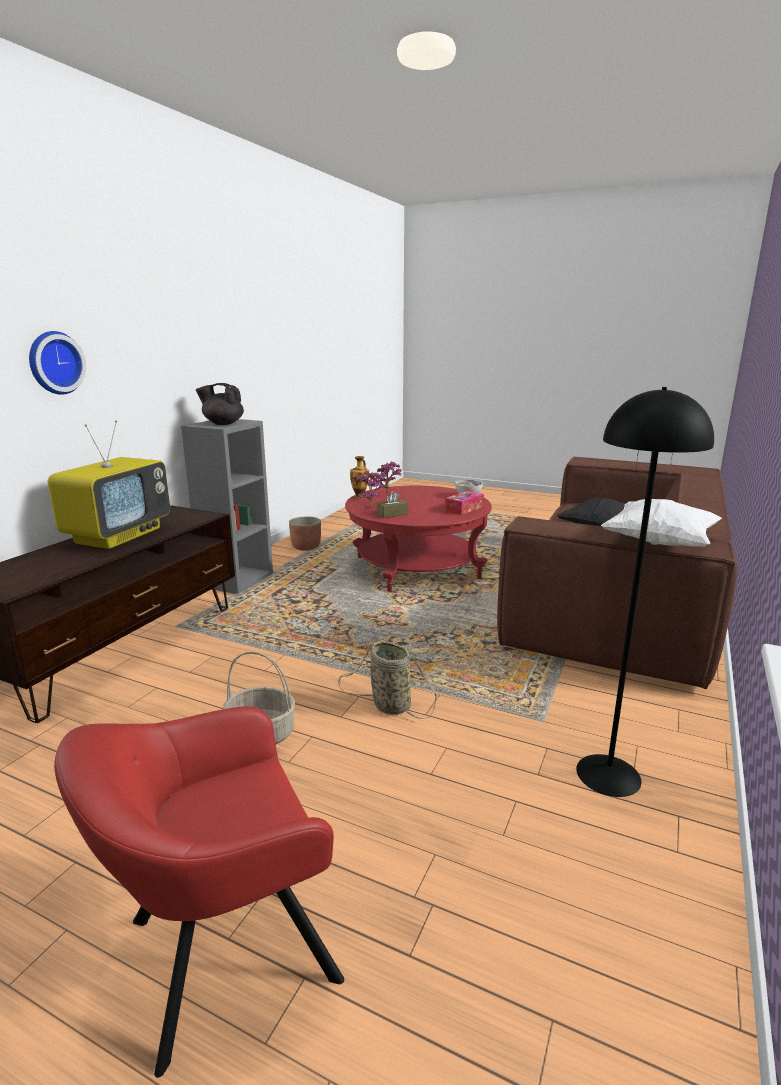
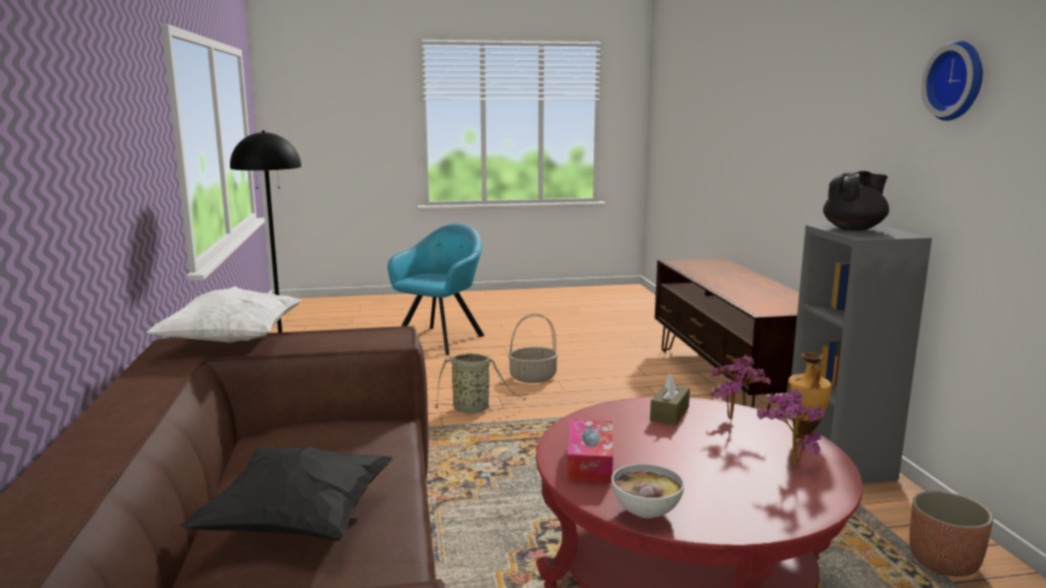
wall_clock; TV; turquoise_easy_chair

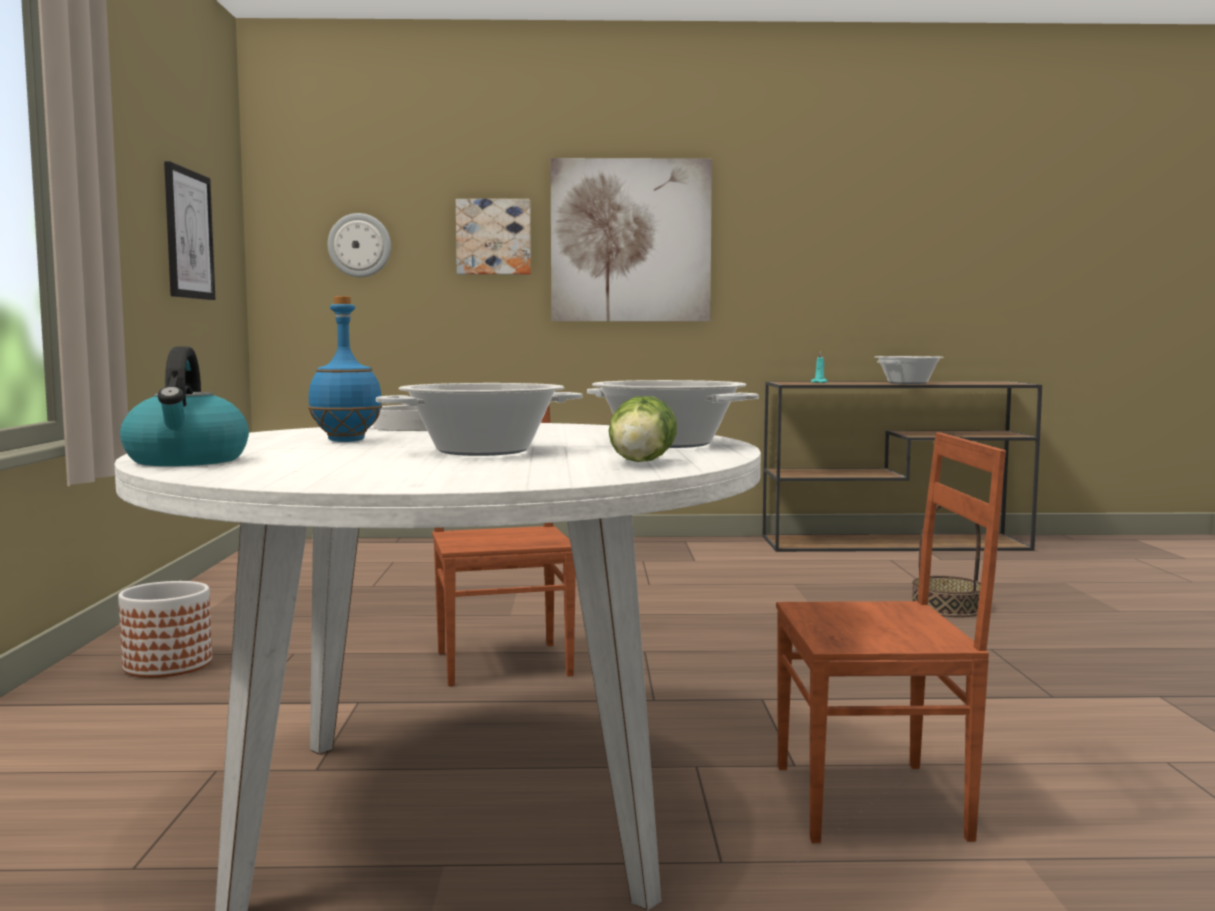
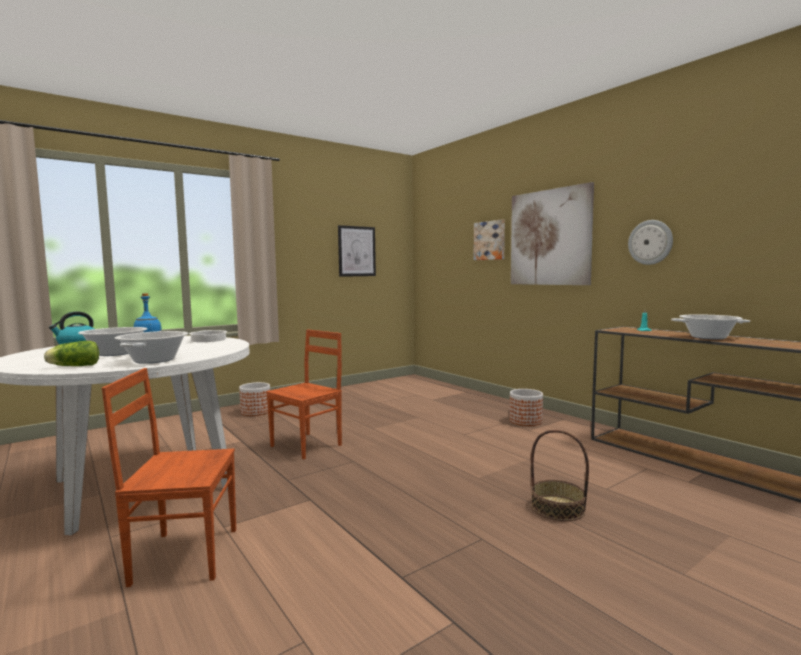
wall_clock; brown-coloured_chair (no. 1 from left); planter (no. 2 from left)

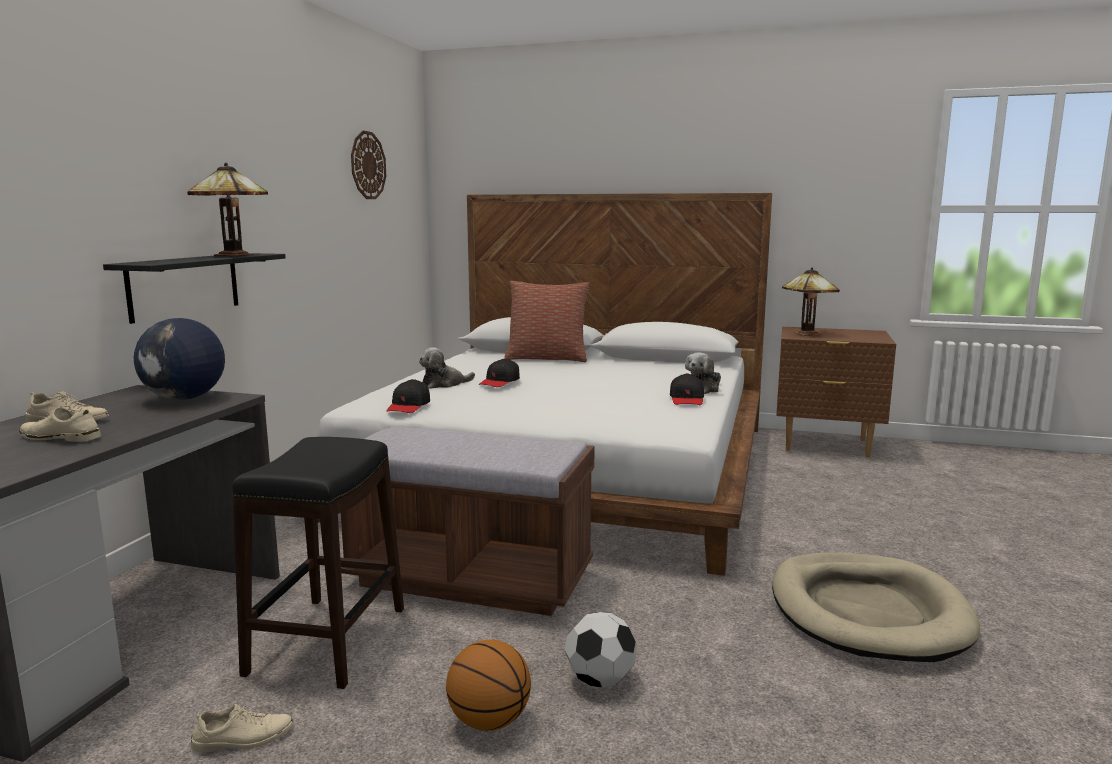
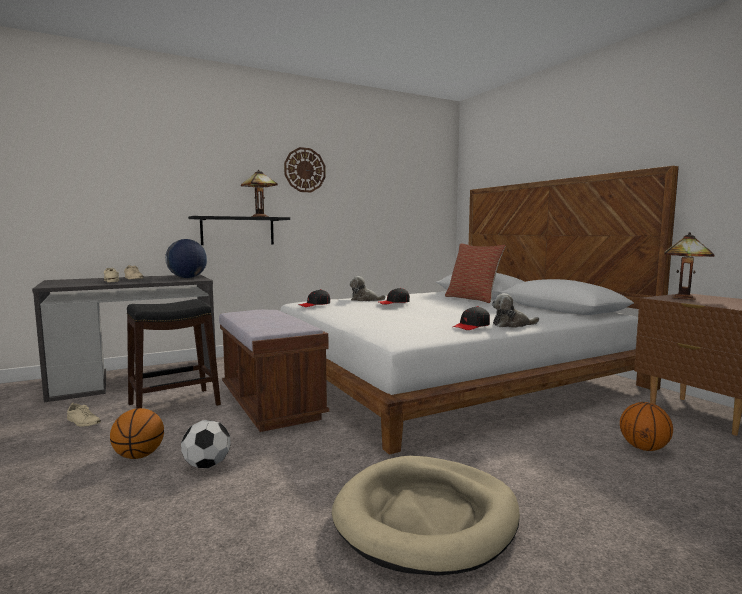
wall_clock; ball_for_basketball (no. 2 from left)

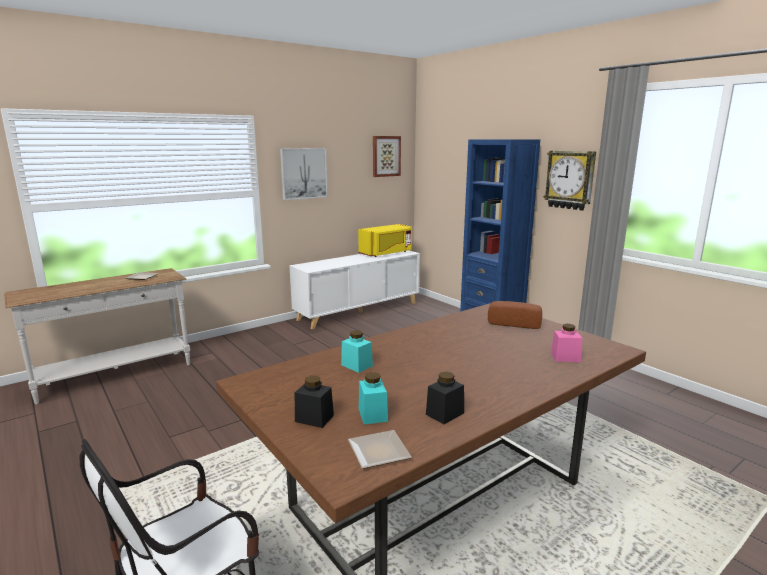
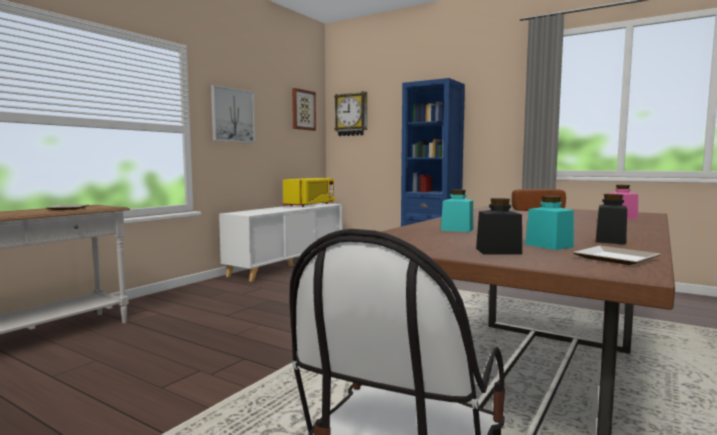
wall_clock

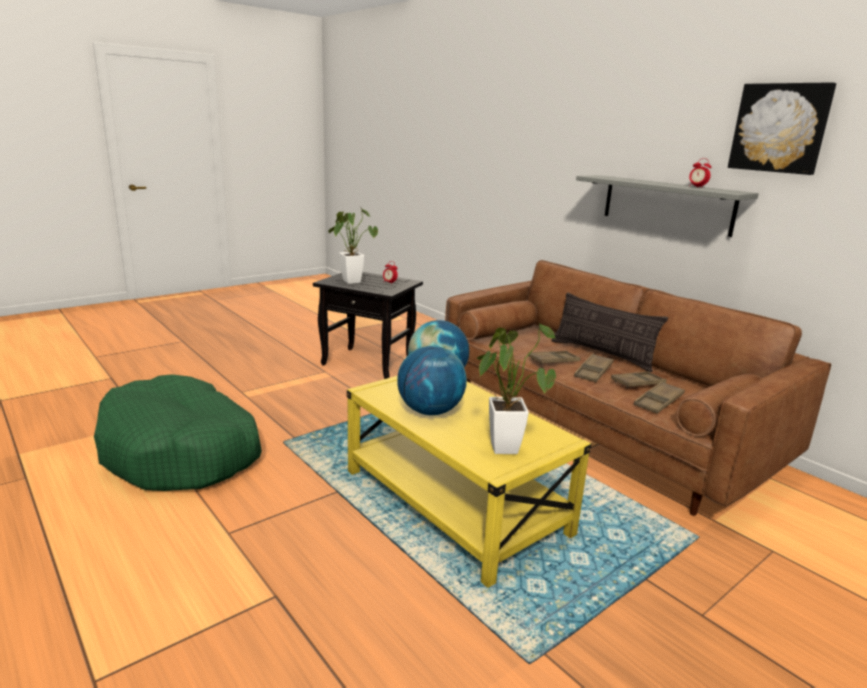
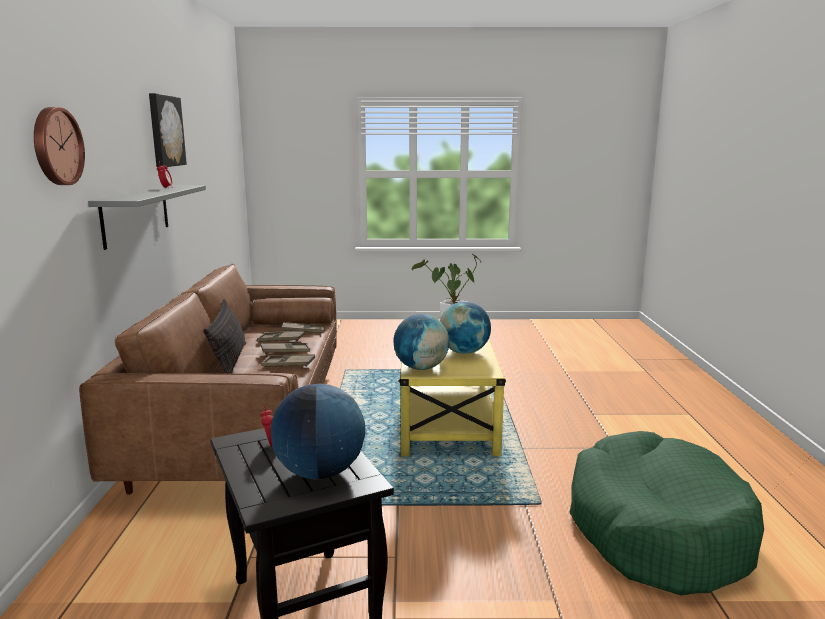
world_globe (no. 1 from left); wall_clock

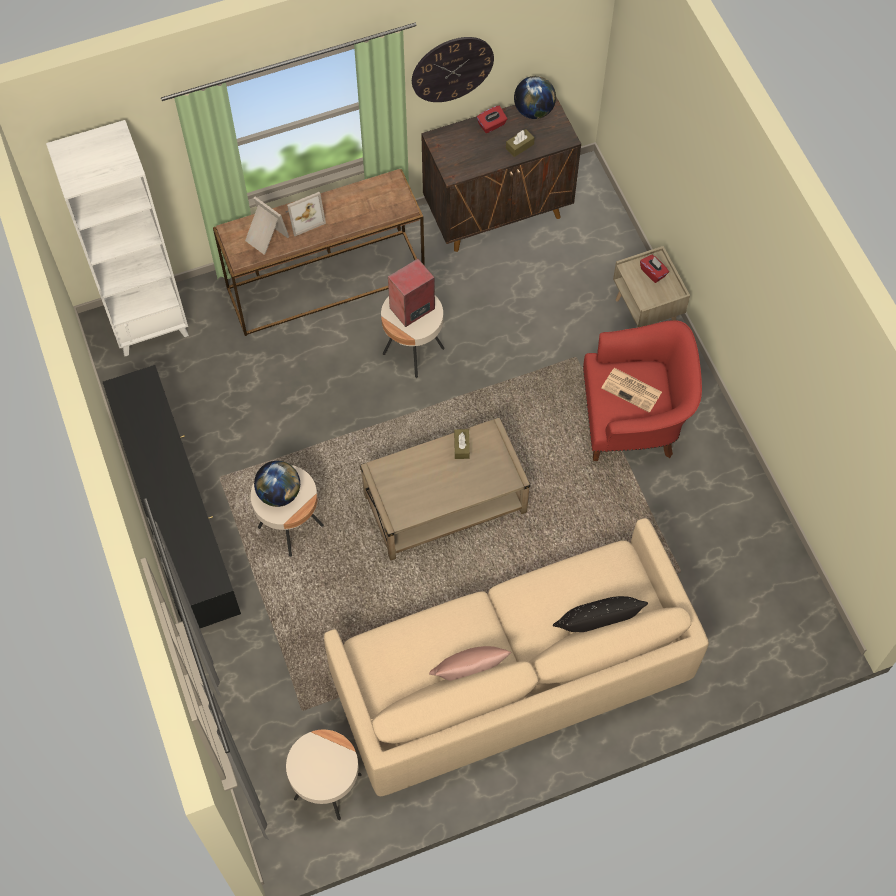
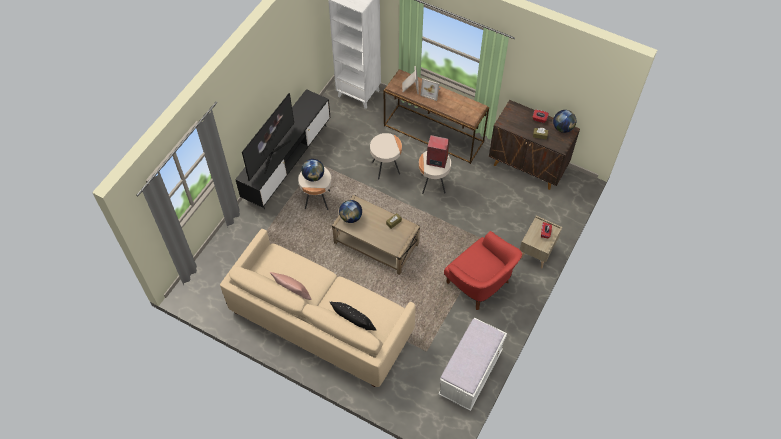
wall_clock; printed_paper; beige_side_table (no. 2 from left); TV; world_globe (no. 2 from left); white_indoor_bench

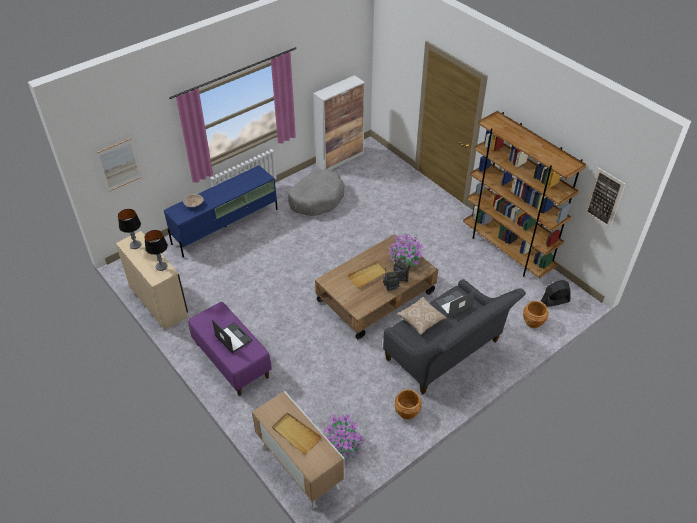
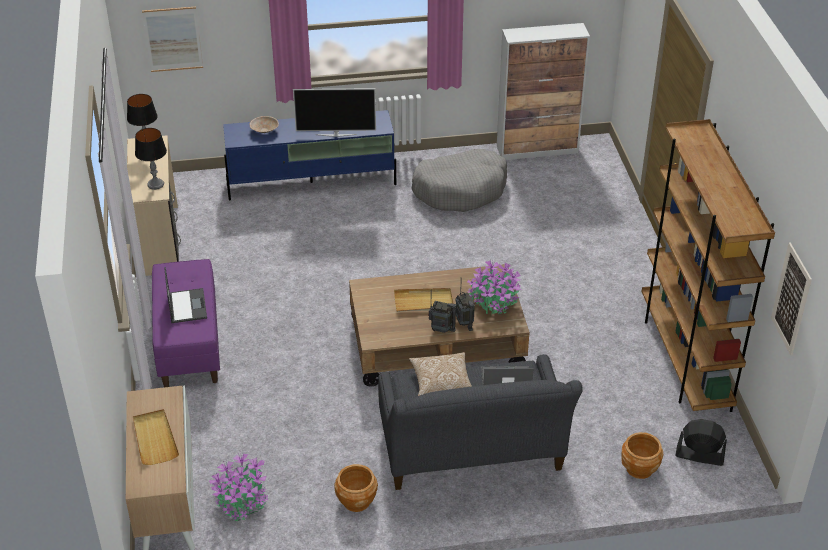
TV

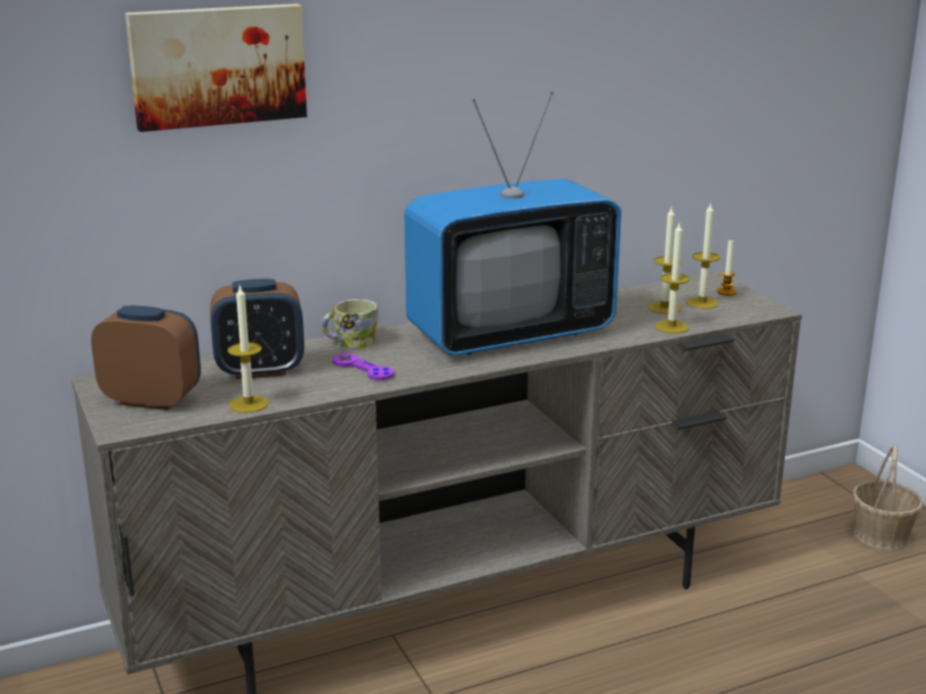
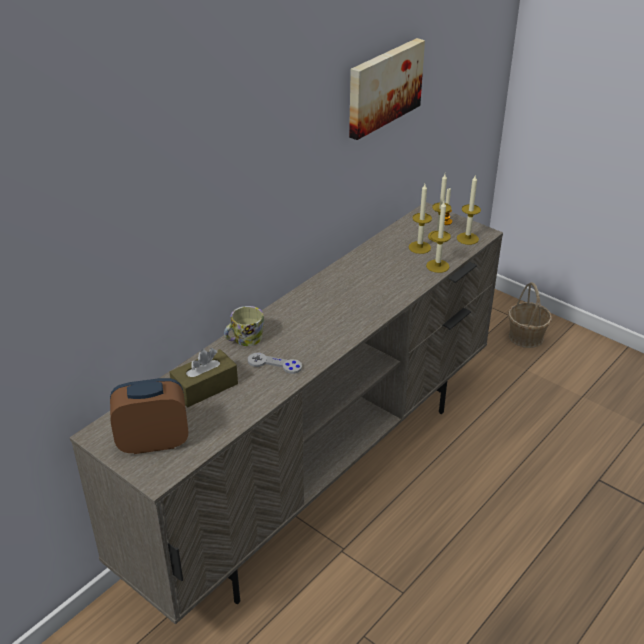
wall_art; TV; brown-coloured_tissue_holder; wax_candle (no. 5 from left); gray_joypad

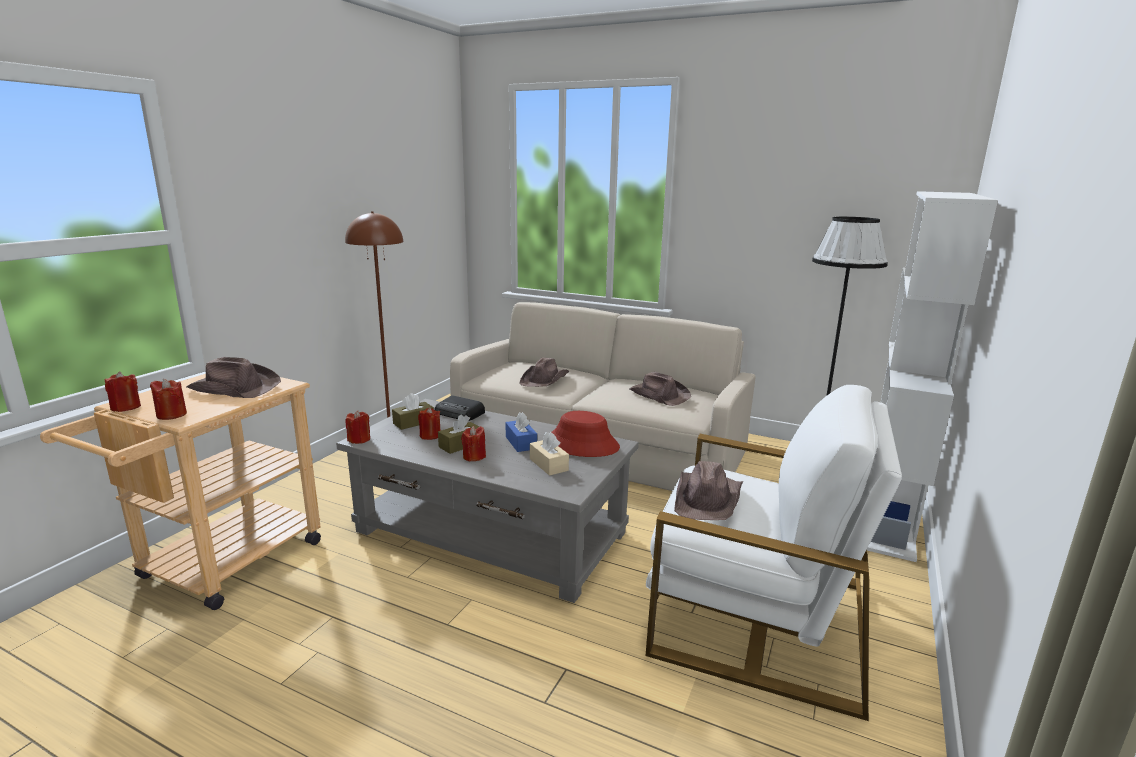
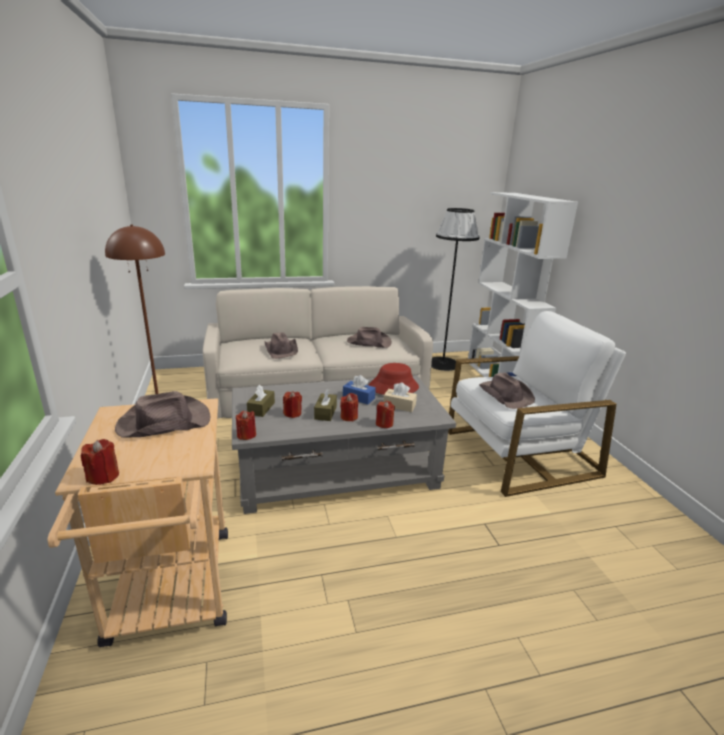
red_wax_candle (no. 5 from left); radio

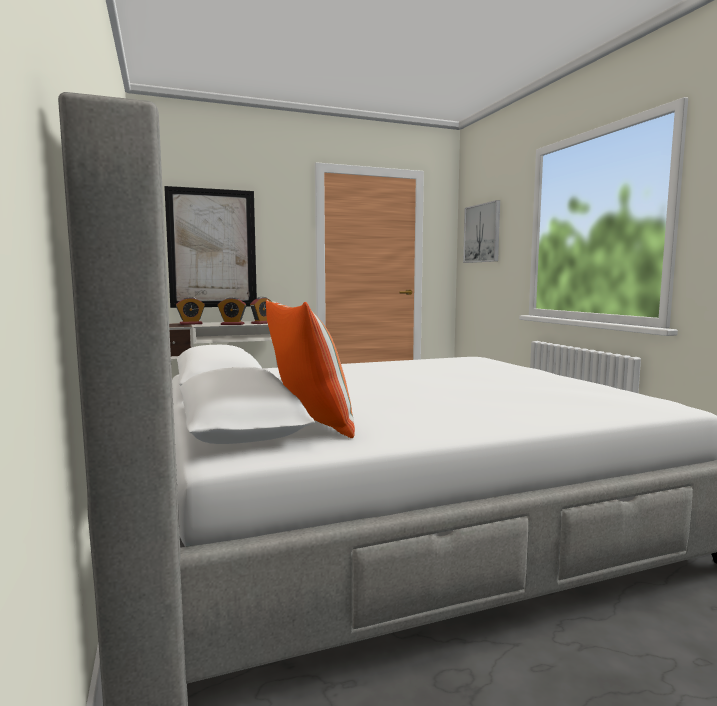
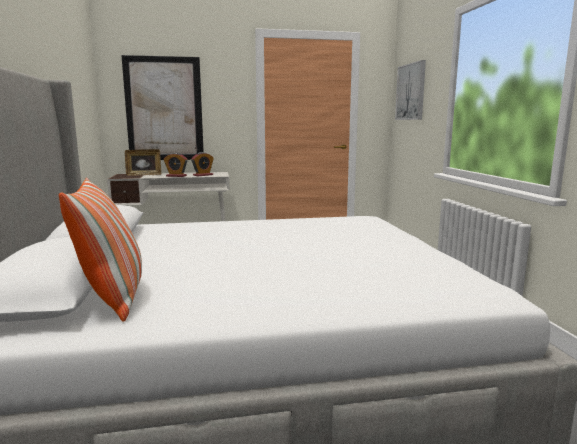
photo_frame

